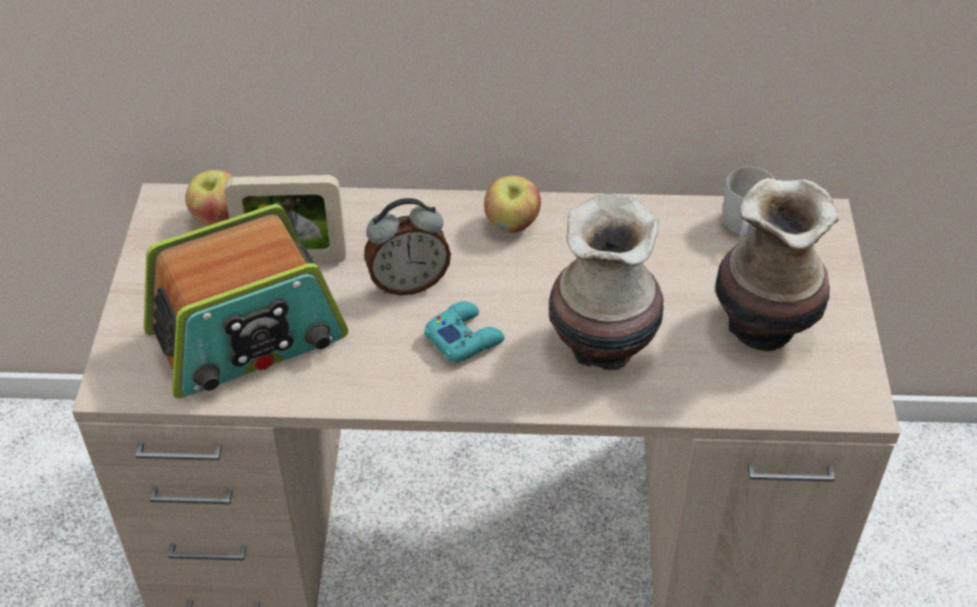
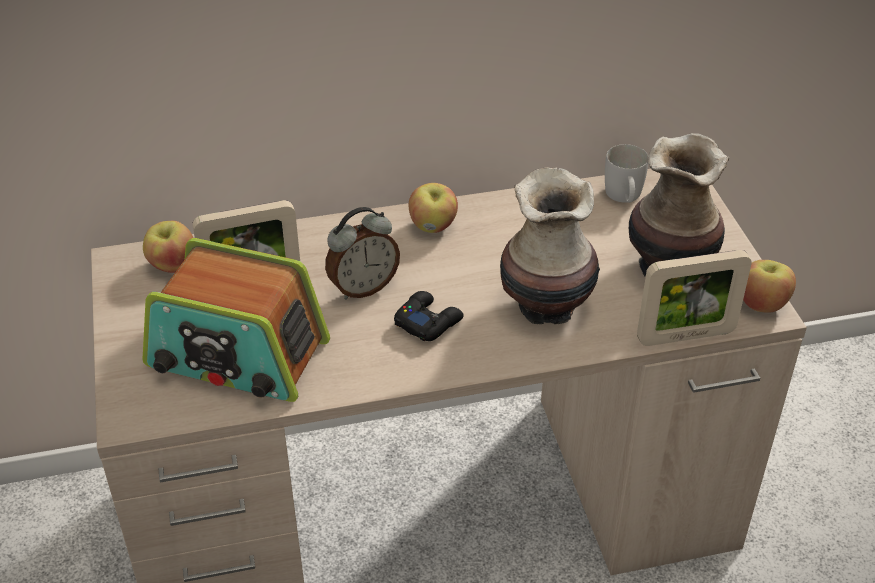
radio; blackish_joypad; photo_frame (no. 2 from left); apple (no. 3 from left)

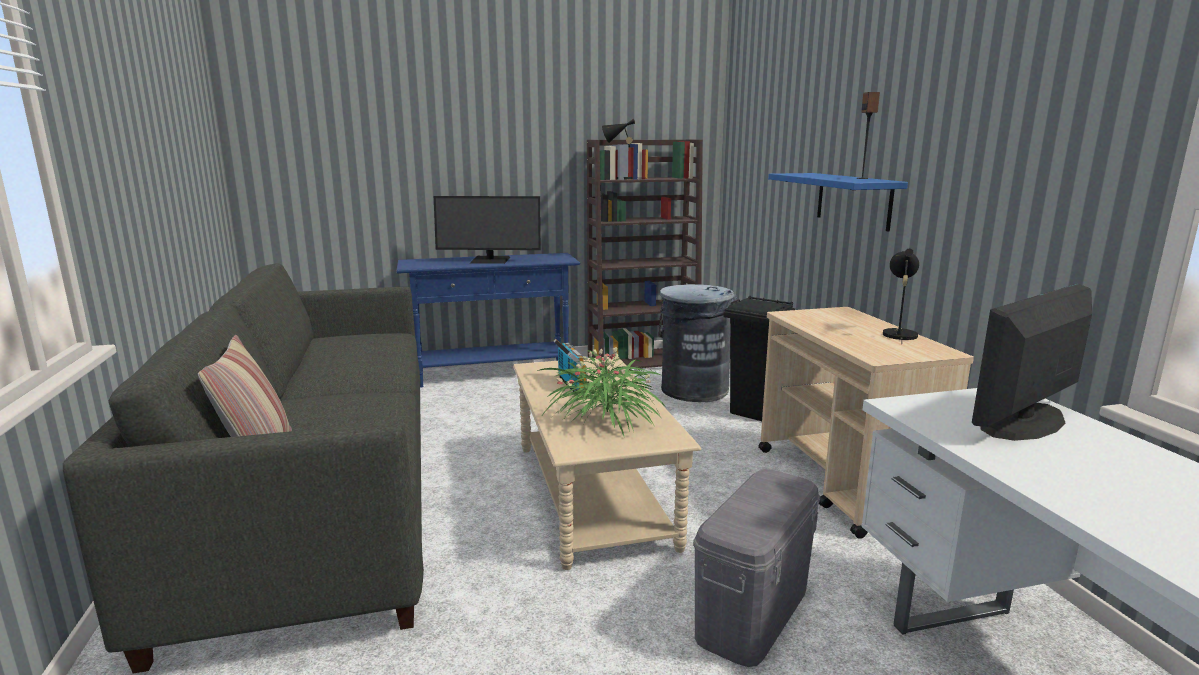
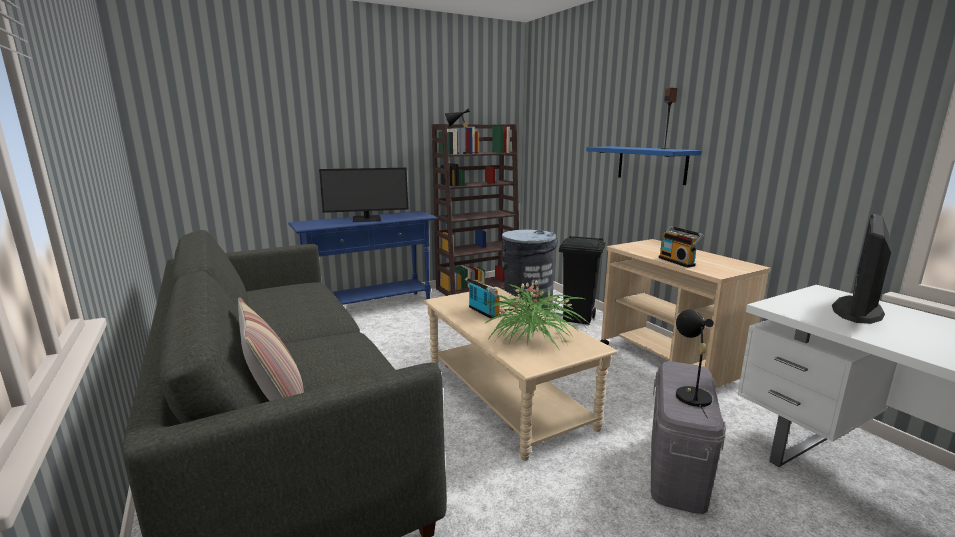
blackish_lamp_for_a_table (no. 2 from left); radio (no. 2 from left)

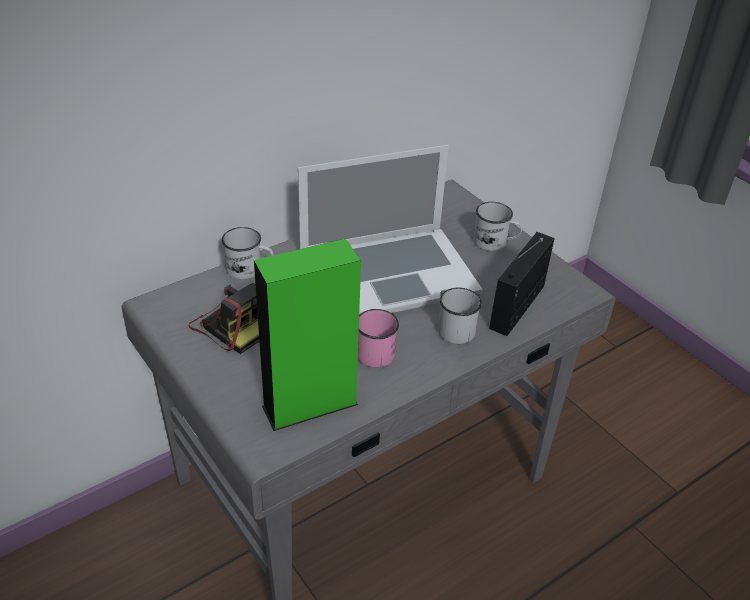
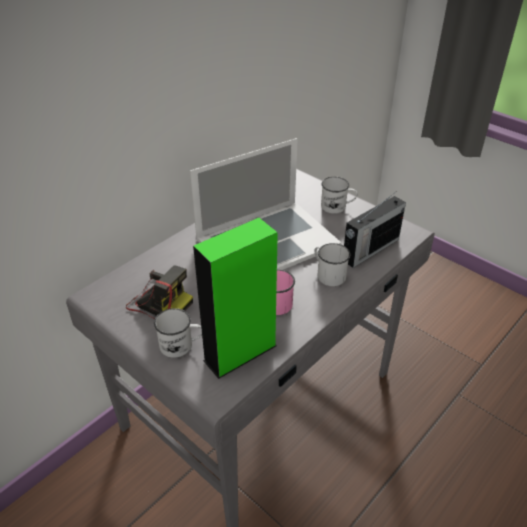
white_mug (no. 1 from left); radio

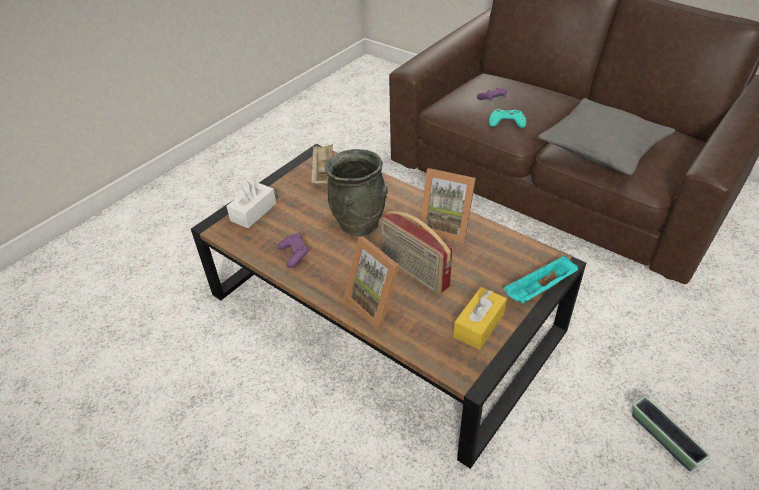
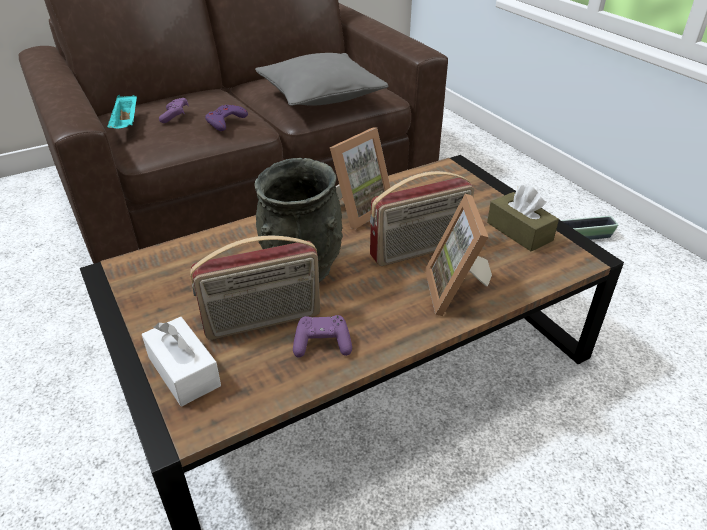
purplish_joypad (no. 2 from left); beige_tray; photo_frame (no. 2 from left); turquoise_tray; brown-coloured_tissue_holder; radio (no. 1 from left)

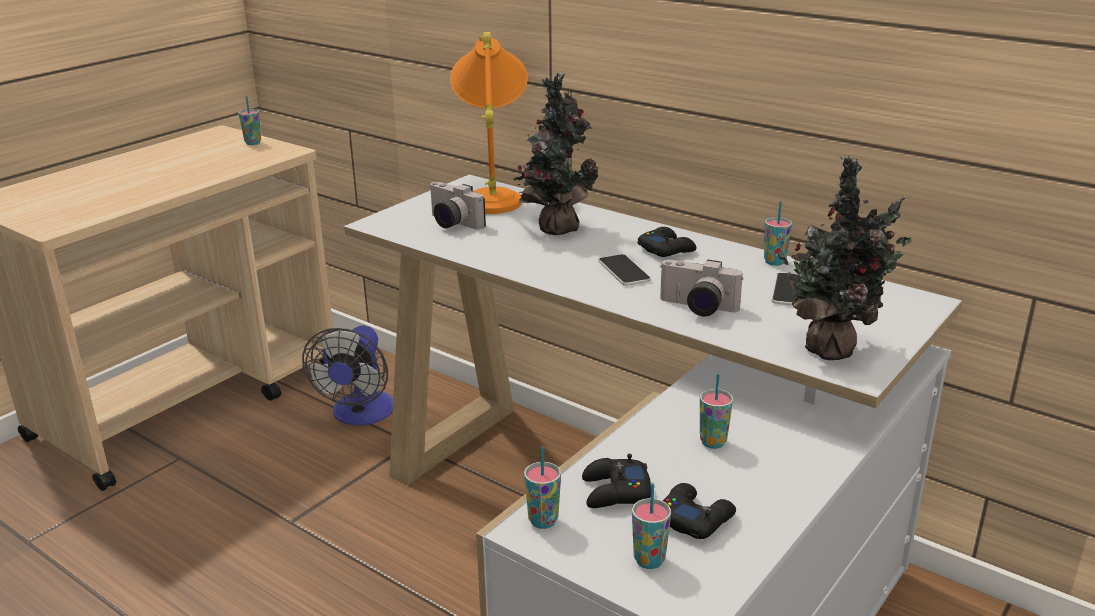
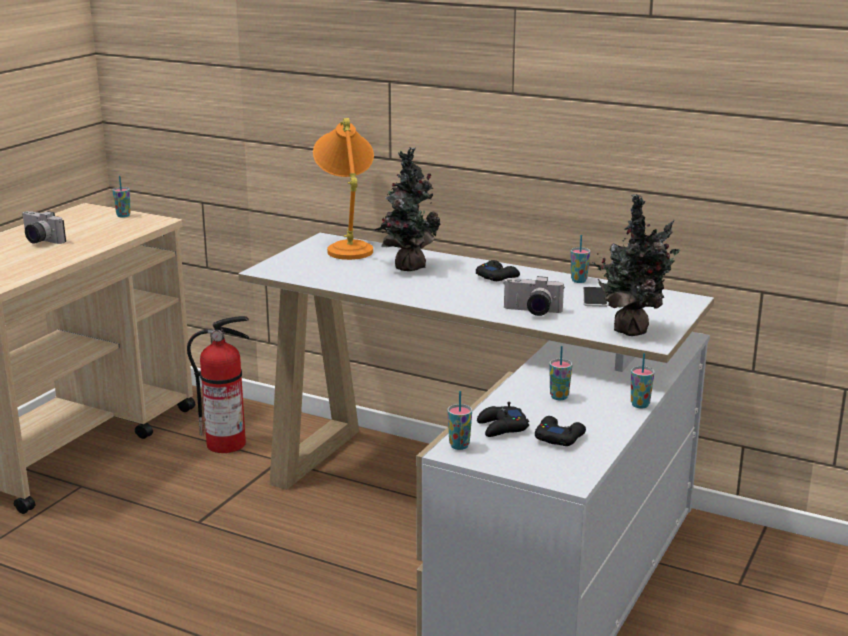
still_camera (no. 1 from left); telephone (no. 1 from left in the first image); fire-fighting_cylinder; small_cup (no. 5 from left)

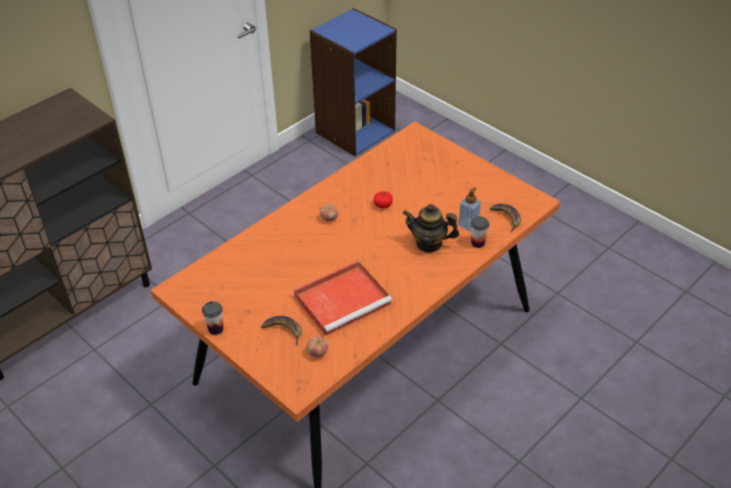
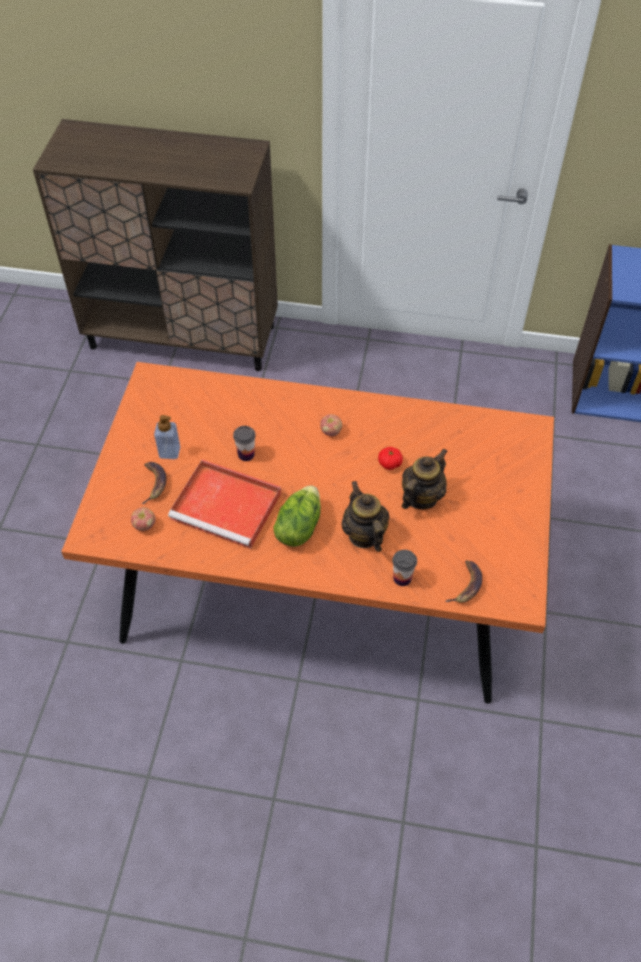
soap_dispenser; small_cup (no. 1 from left); teapot (no. 2 from left); lettuce

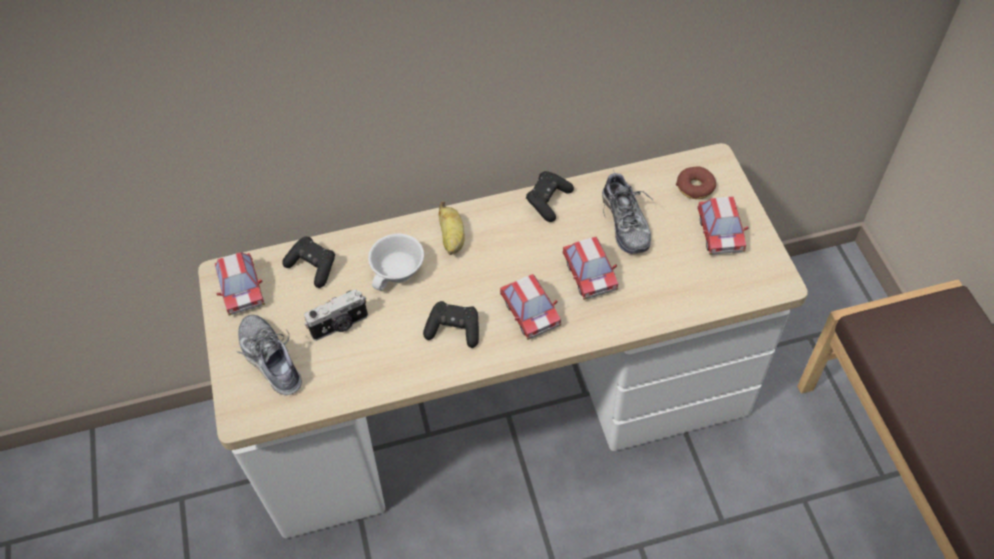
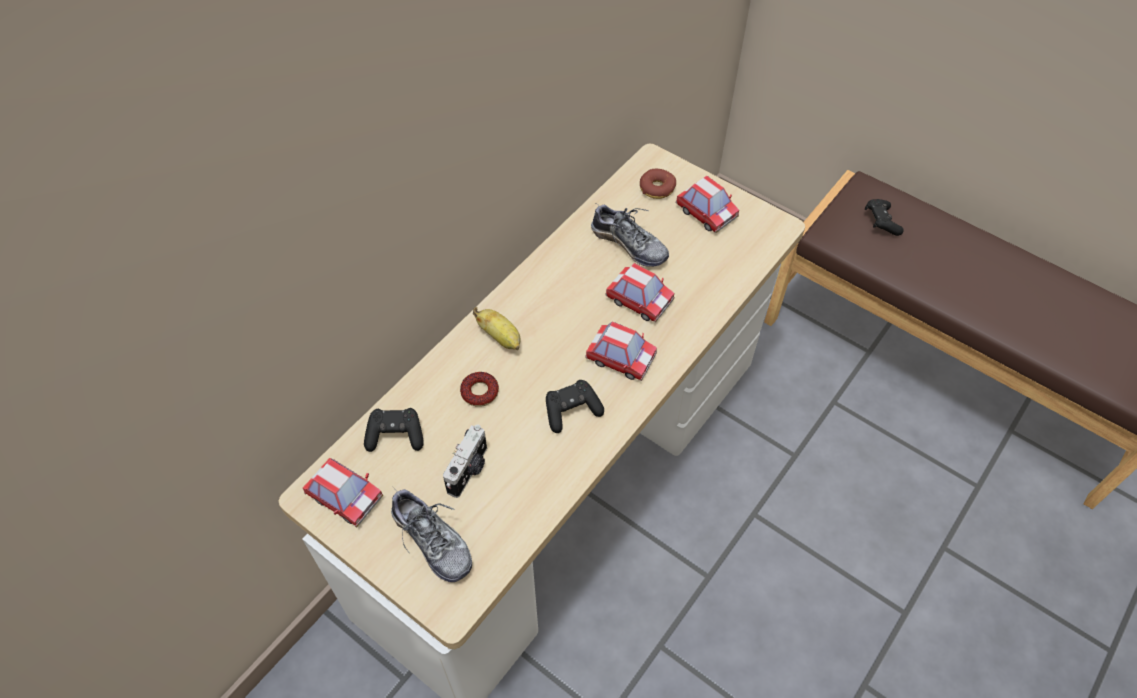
blackish_joypad (no. 3 from left); ring_doughnut (no. 1 from left); shoe (no. 1 from left)

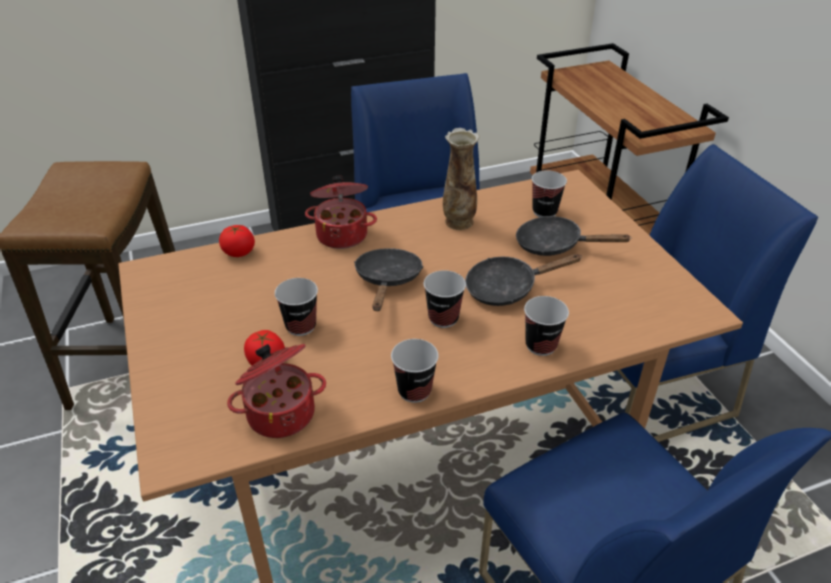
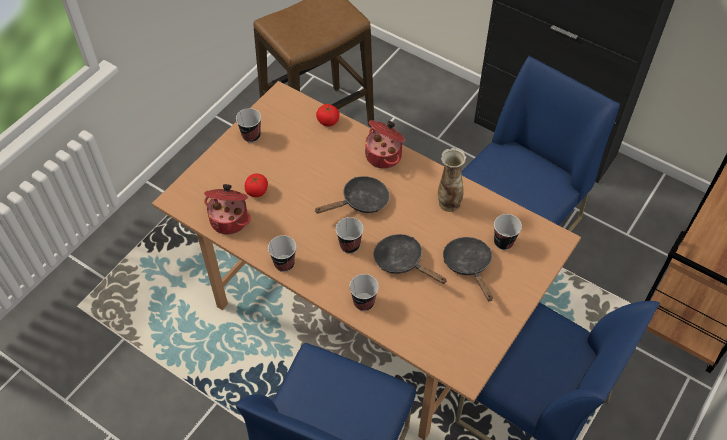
small_cup (no. 1 from left)

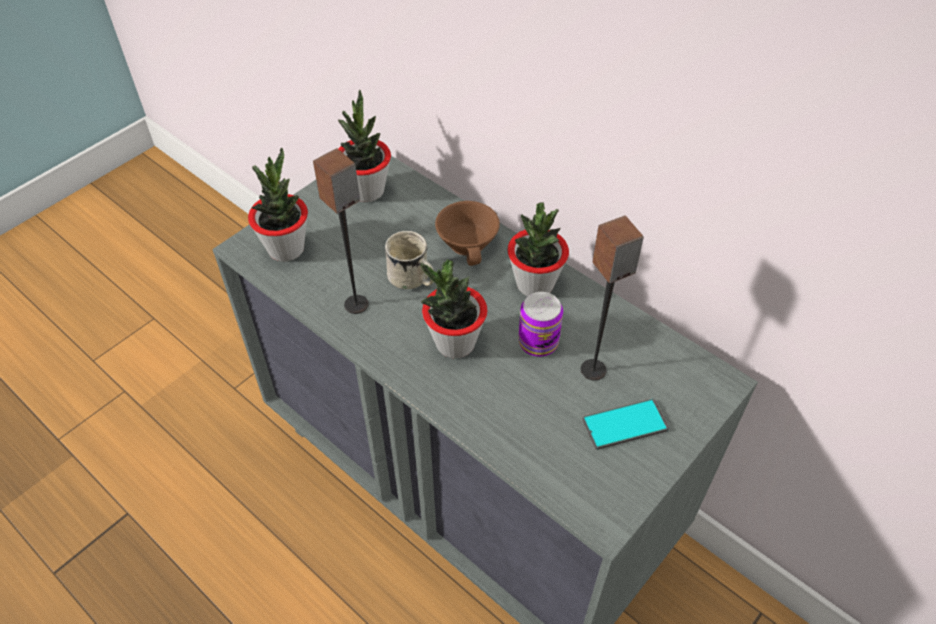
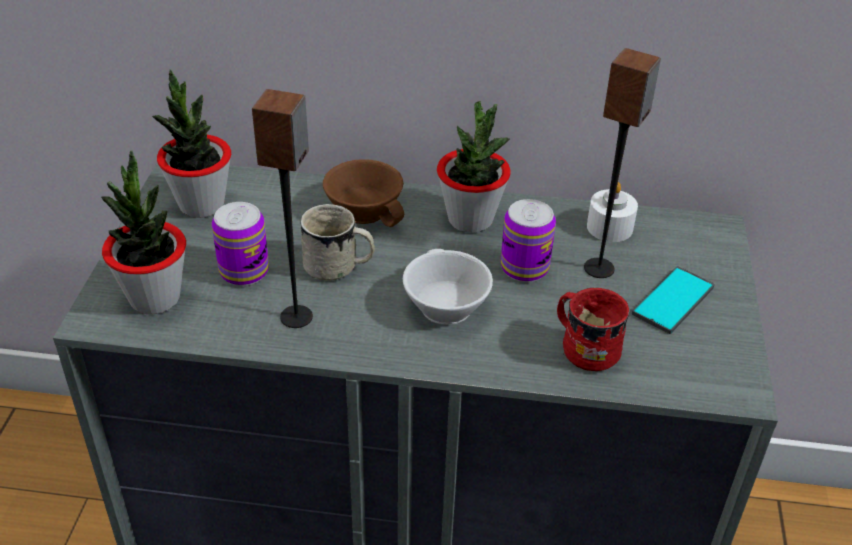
white_small_cup; white_wax_candle; can (no. 1 from left); red_mug

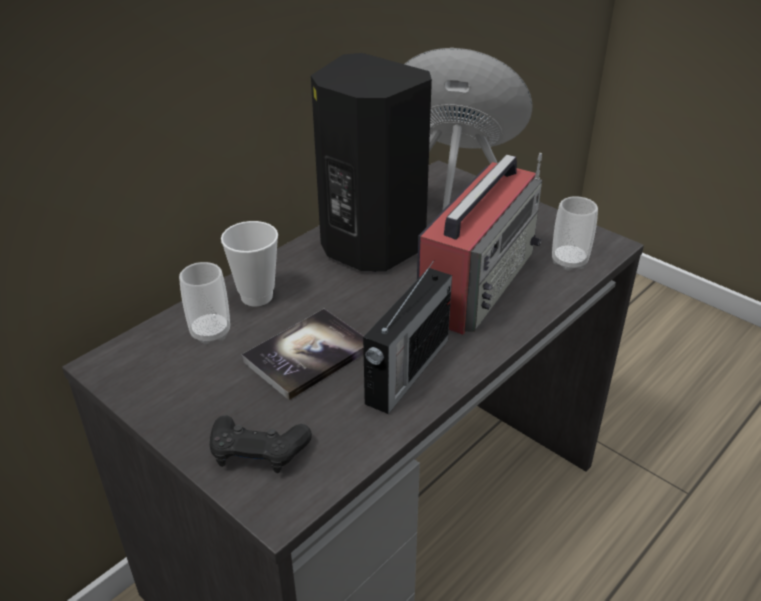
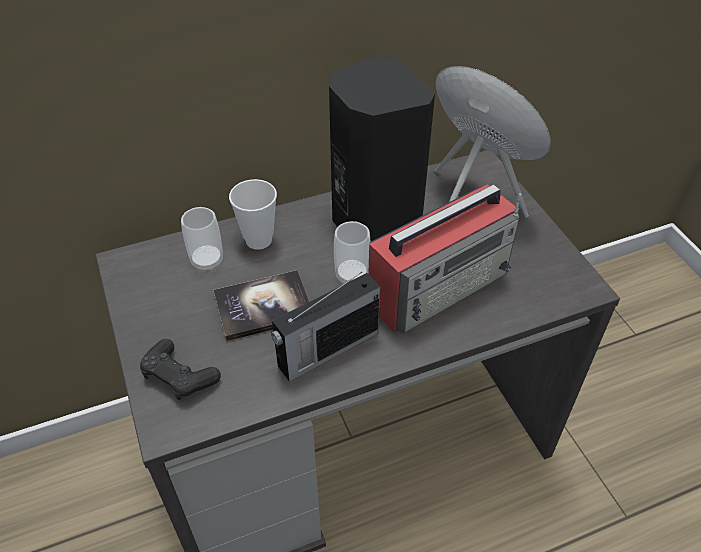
small_cup (no. 3 from left)

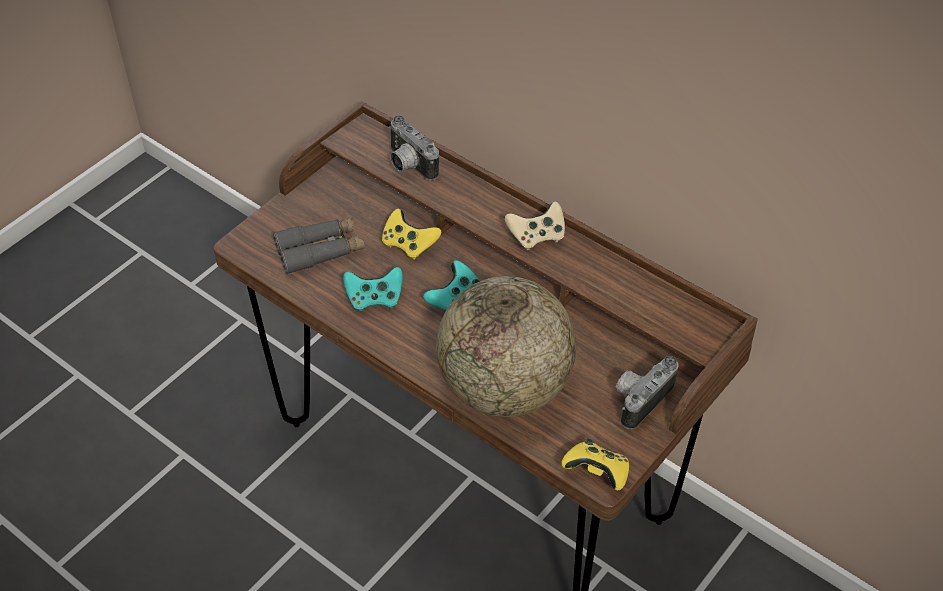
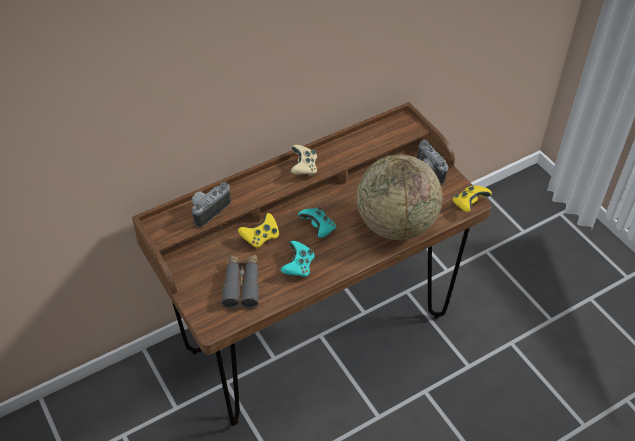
still_camera (no. 1 from left)

